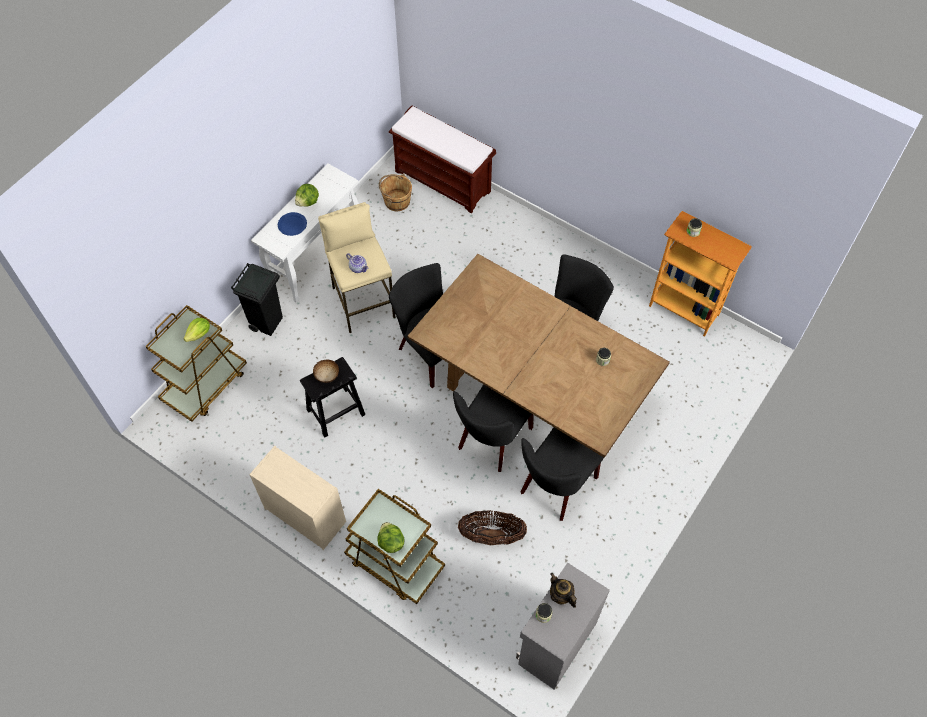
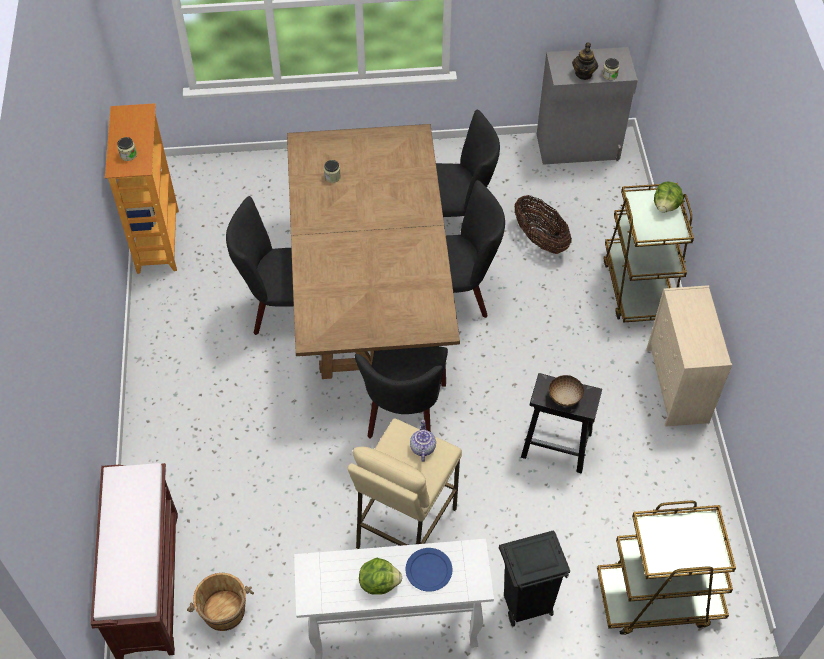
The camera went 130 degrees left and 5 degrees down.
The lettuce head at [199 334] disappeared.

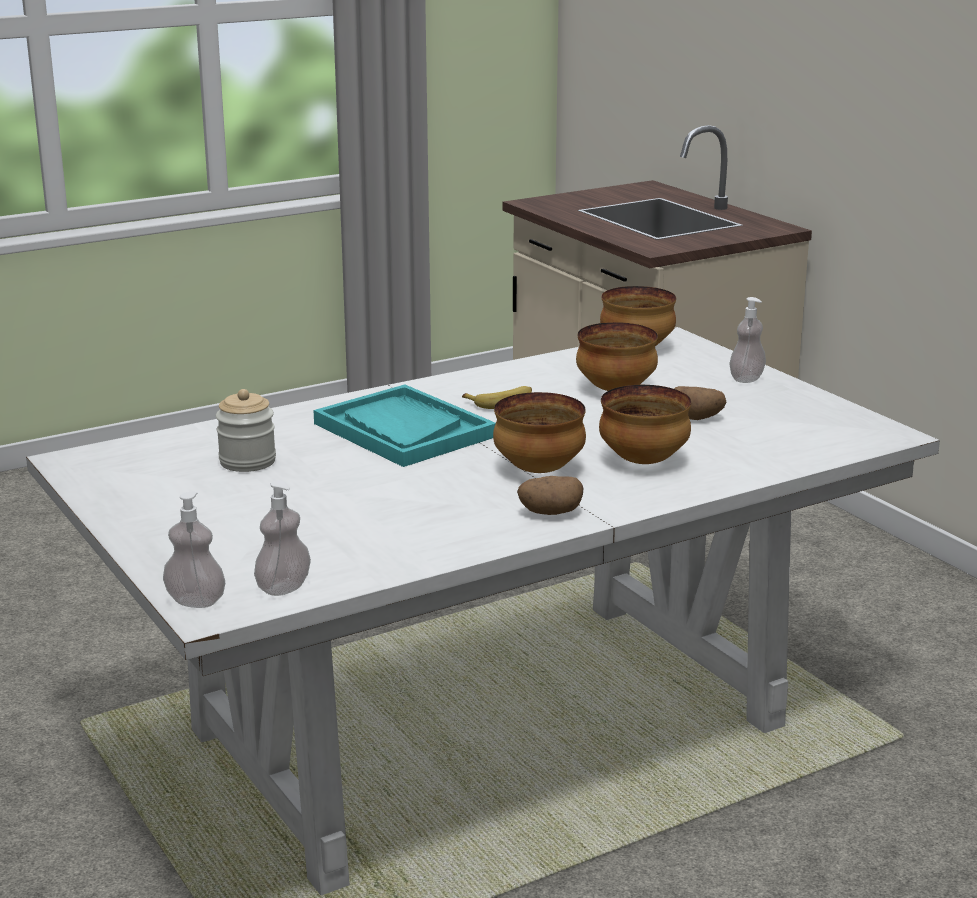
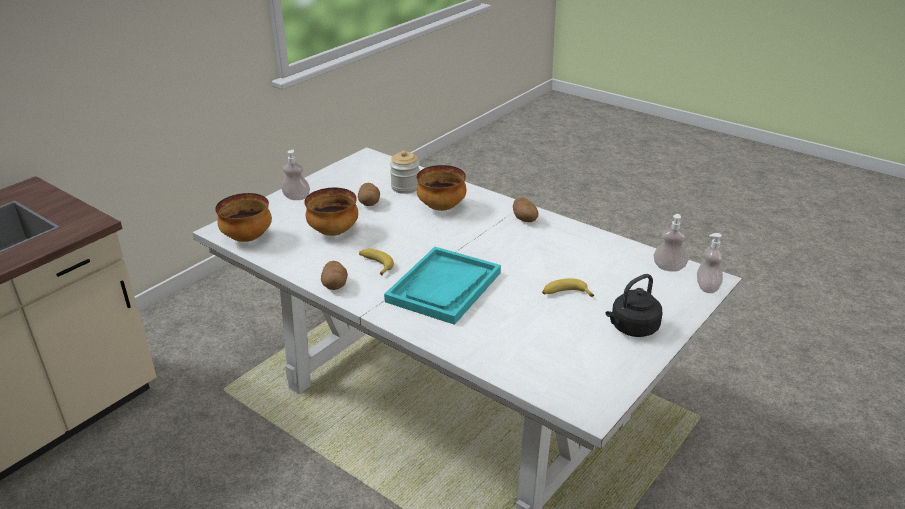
The camera went 110 degrees left and 10 degrees up.
The preserve jar moved from [247 462] to [405 187].
The serving bowl at [537 470] disappeared.
The spud at [335 285] appeared.
The banana at [565 294] appeared.
The black tea kettle at [632 328] appeared.

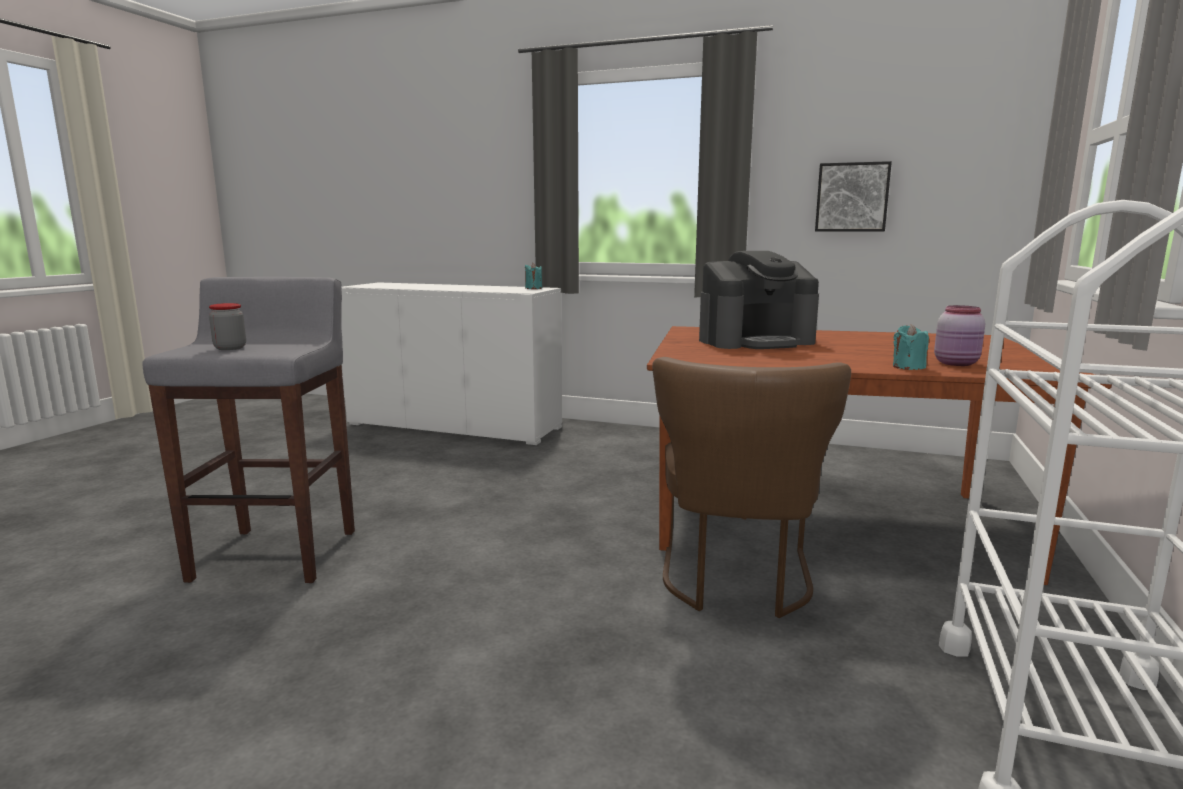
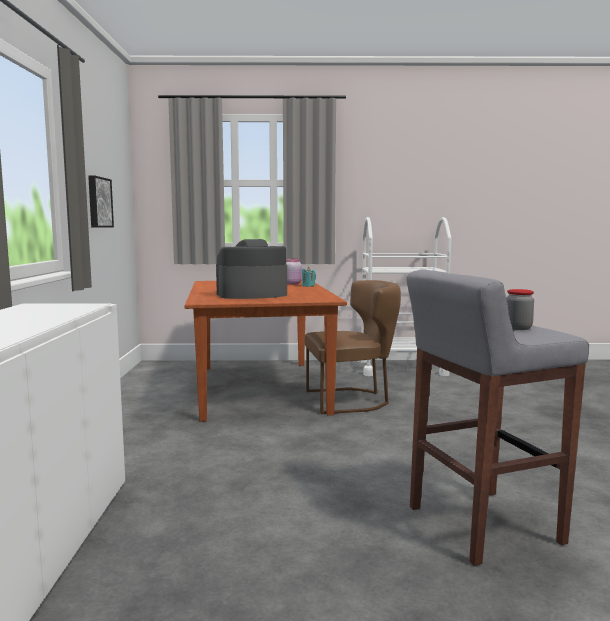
The camera went 110 degrees left and 5 degrees down.
The blue-green candle at [533 288] disappeared.
The coffee brewer at [756 341] turned 75 degrees counterclockwise.

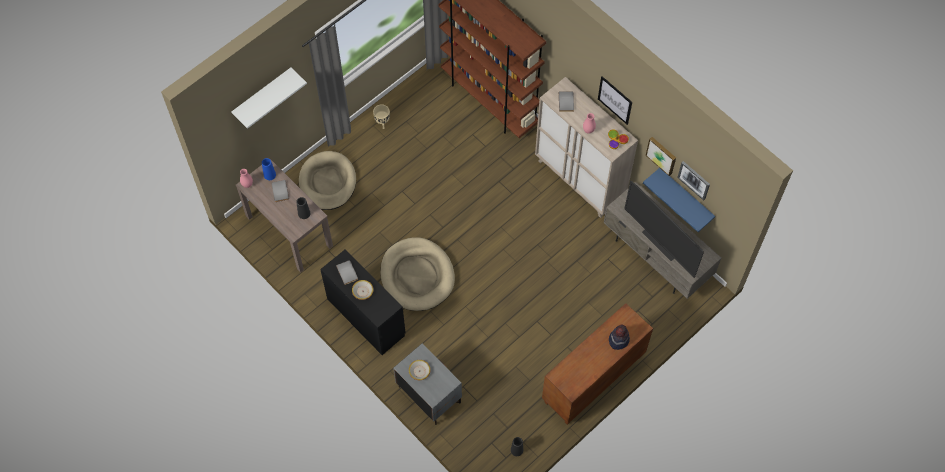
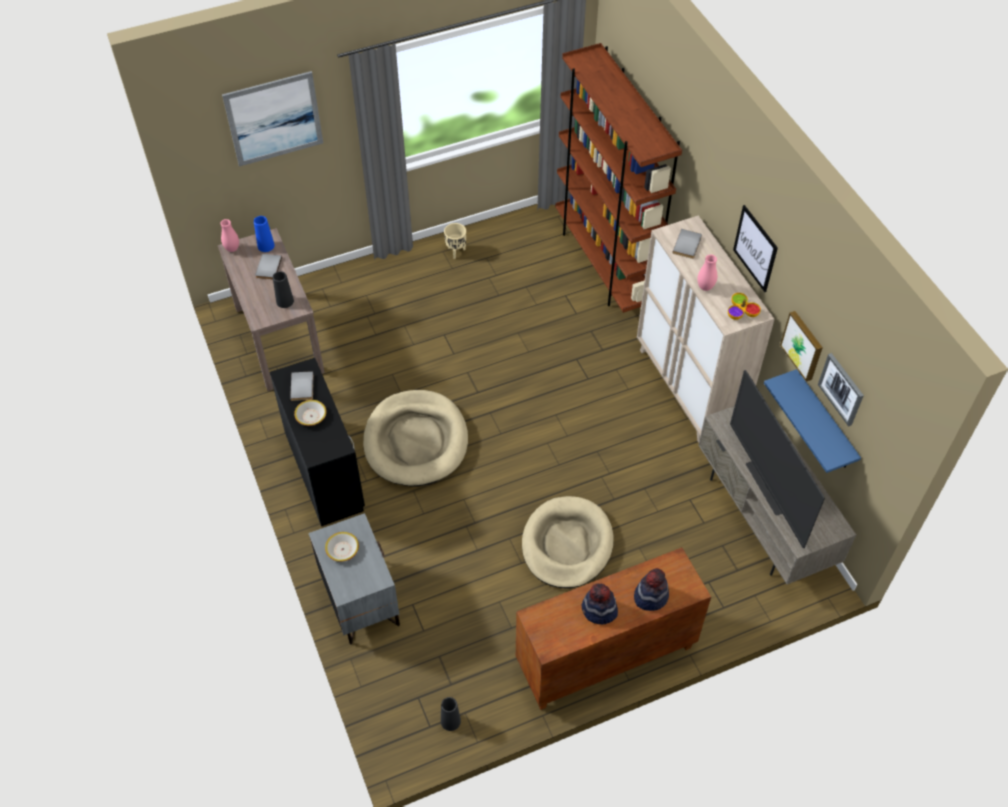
The camera went 20 degrees right and 10 degrees down.
The white-coloured bracket shelf at [262 95] was replaced by the picture at [274 119].
The sand-coloured dog bed moved from [327 182] to [567 544].
The wearable hat at [599 610] appeared.

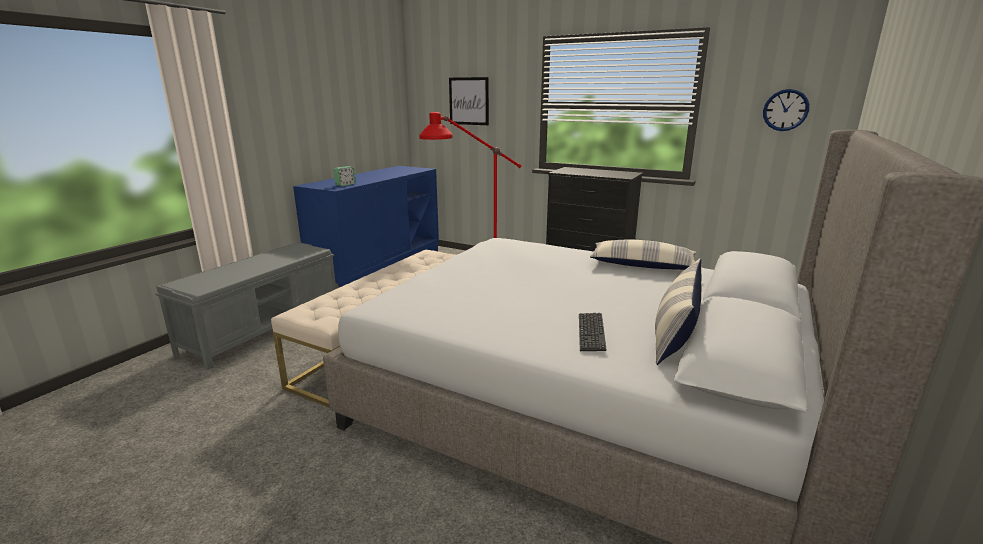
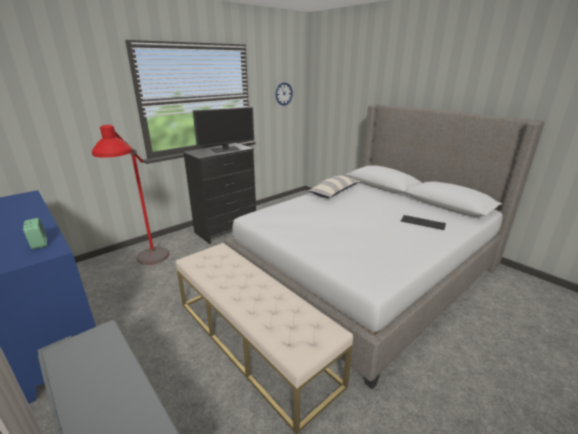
The camera went 70 degrees left and 5 degrees up.
The picture at [469 101] disappeared.
The cushion at [674 335] disappeared.
The computer screen at [226 149] appeared.

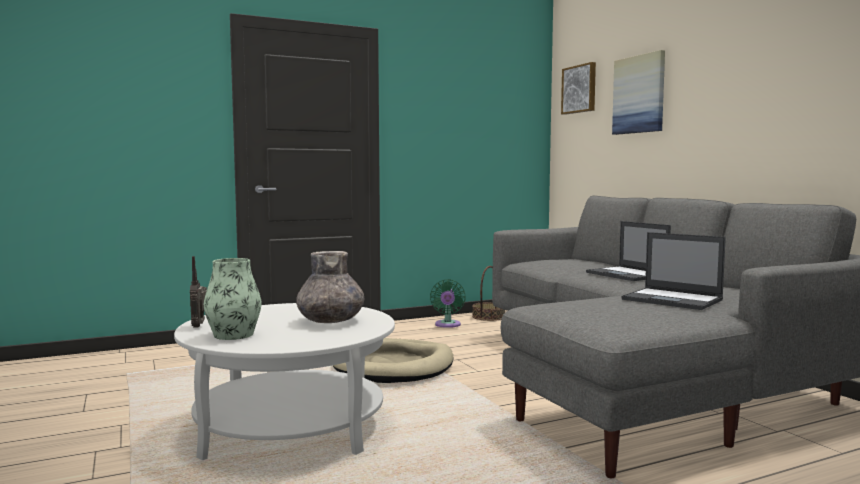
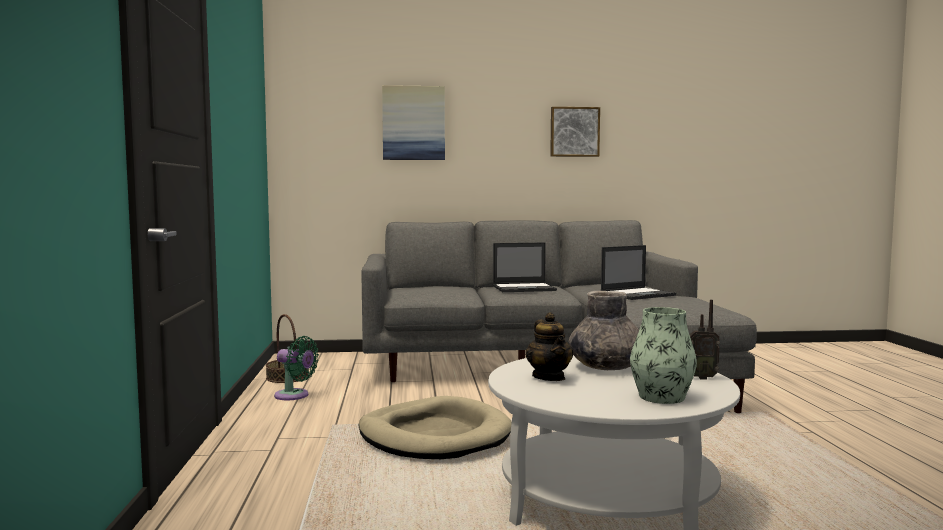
The camera went 70 degrees left and 0 degrees up.
The radio set moved from [200 326] to [700 377].
The picture moved from [580 89] to [574 132].
The pot for tea at [549 377] appeared.

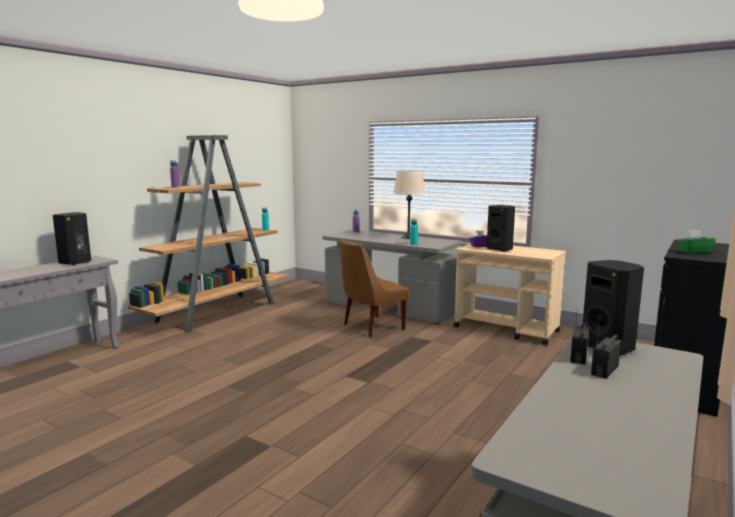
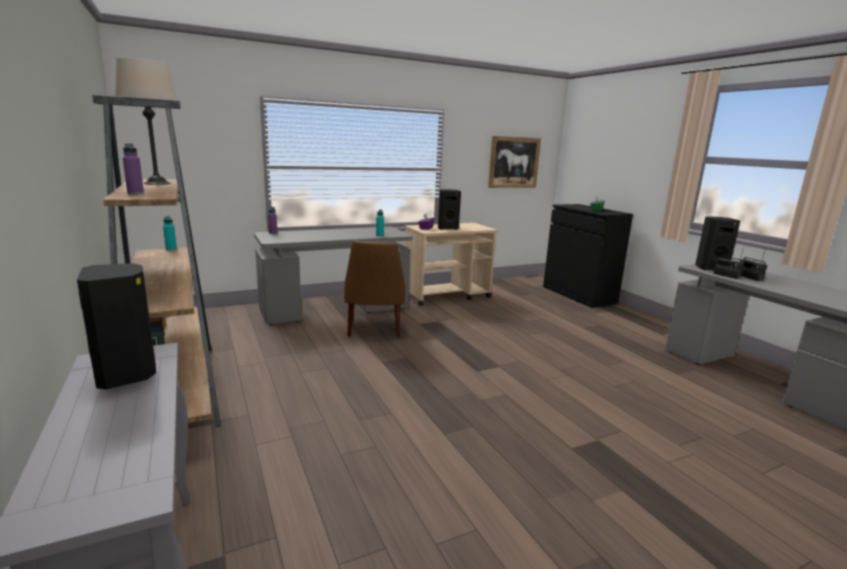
The camera went 60 degrees left and 5 degrees up.
The sand-coloured table lamp moved from [408 237] to [156 183].
The picture at [514 162] appeared.

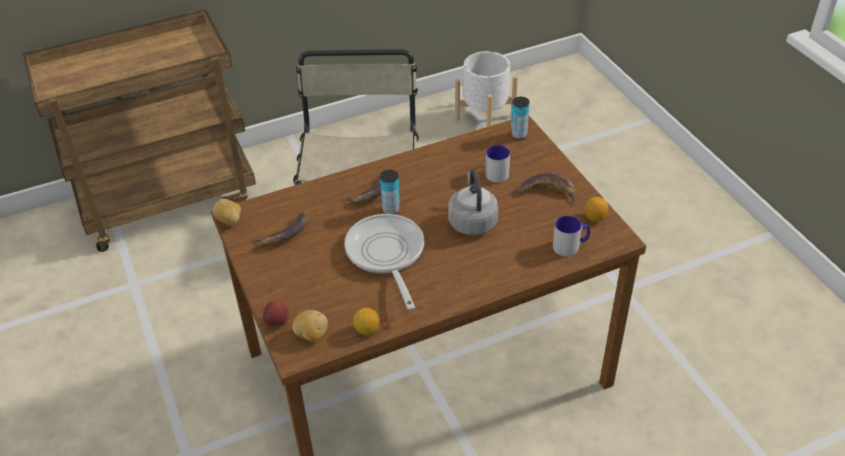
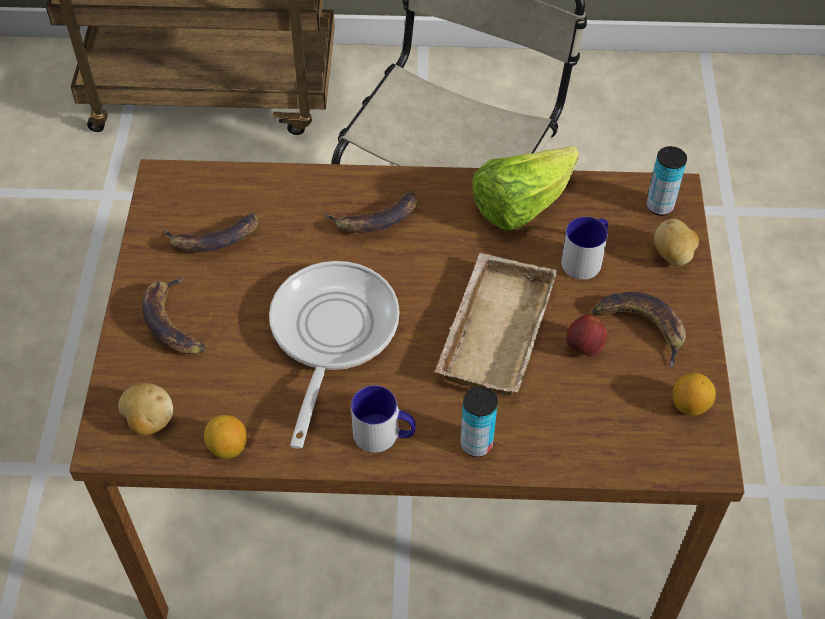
The camera went 25 degrees right and 10 degrees up.
The spud moved from [230 221] to [673 255].
The apple fruit moved from [277 323] to [584 347].
The sealed can moved from [391 210] to [476 444].
The grey tea kettle at [472 221] was replaced by the sand-coloured serving tray at [492 329].
The white-coloured planter at [485 117] disappeared.
The mug moved from [570 246] to [384 435].
The banana at [172 321] appeared.
The lettuce head at [521 205] appeared.

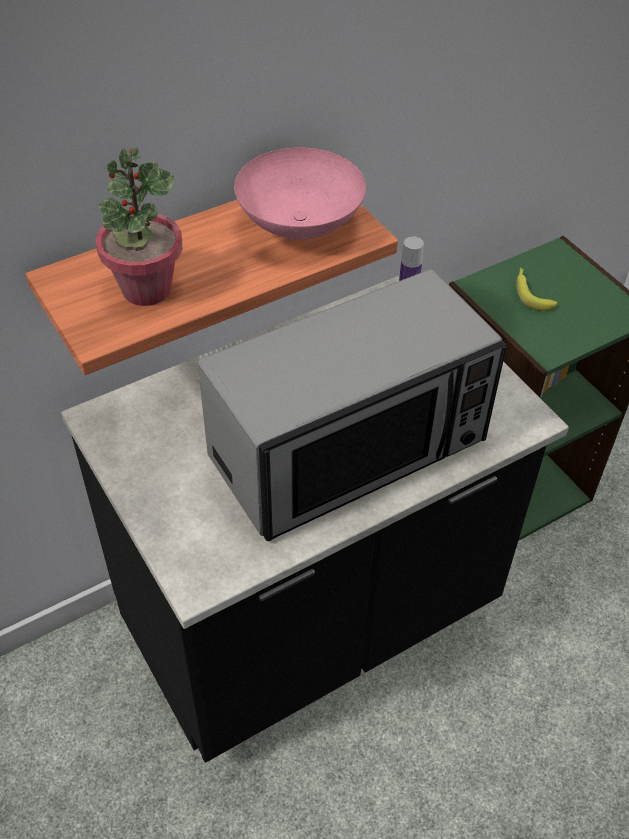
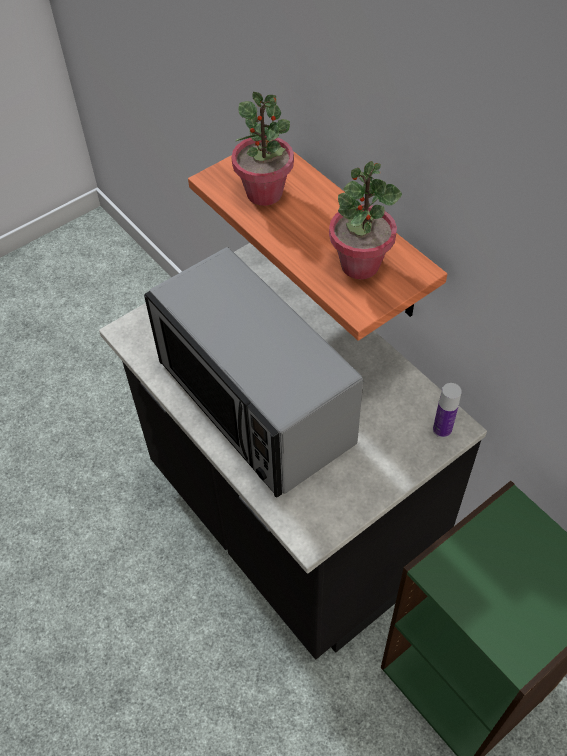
The camera went 85 degrees right and 5 degrees up.
The pink-coloured serving bowl at [297 225] was replaced by the plant in a pot at [360 264].
The banana at [531 293] disappeared.

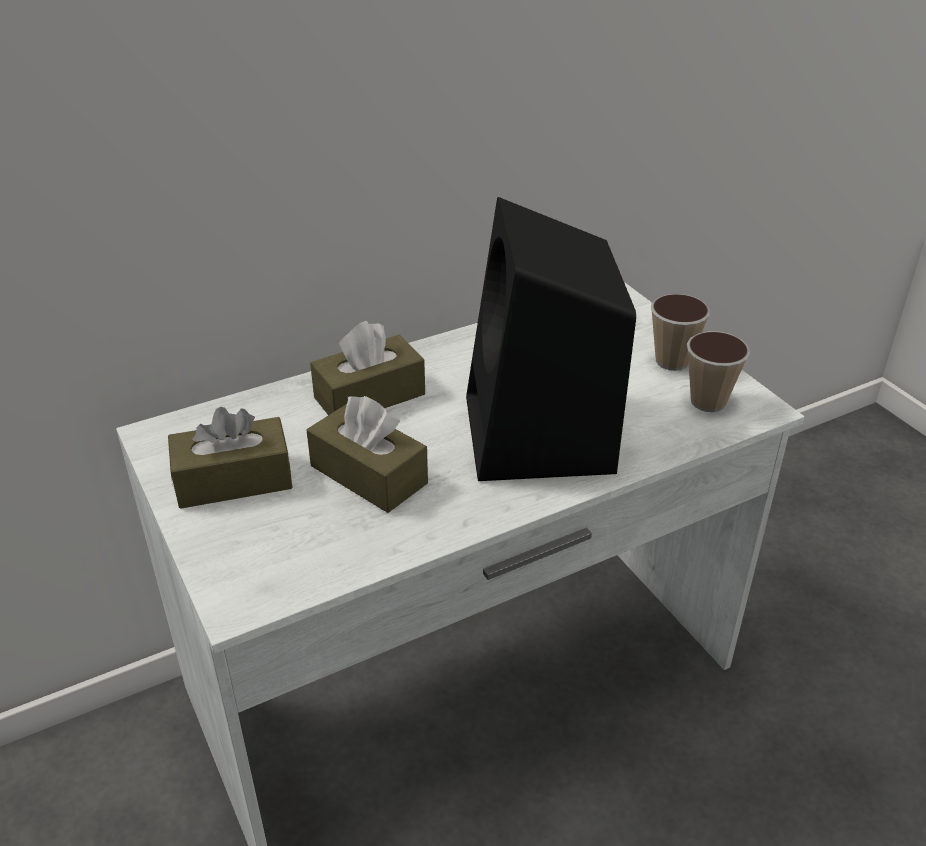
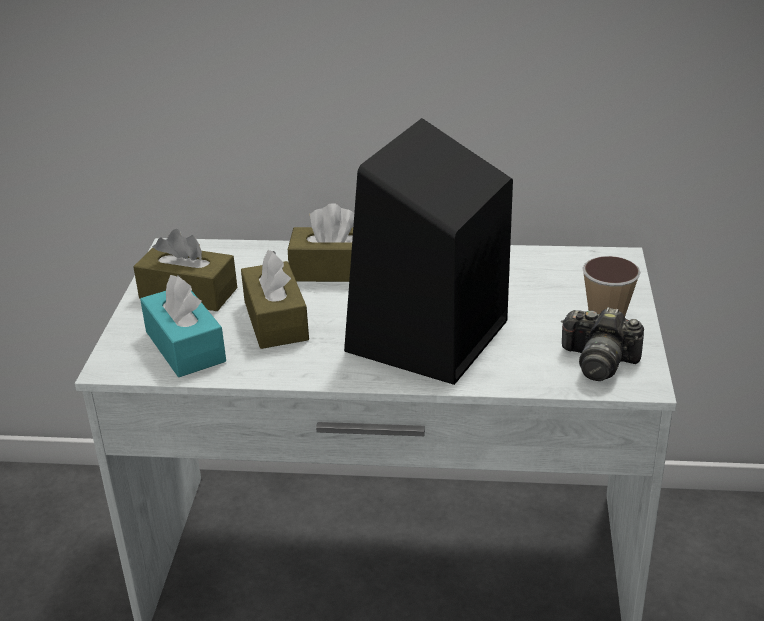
The camera went 35 degrees right and 5 degrees down.
The small cup at [708 401] was replaced by the still camera at [599 361].
The blue-green tissue holder at [185 346] appeared.

